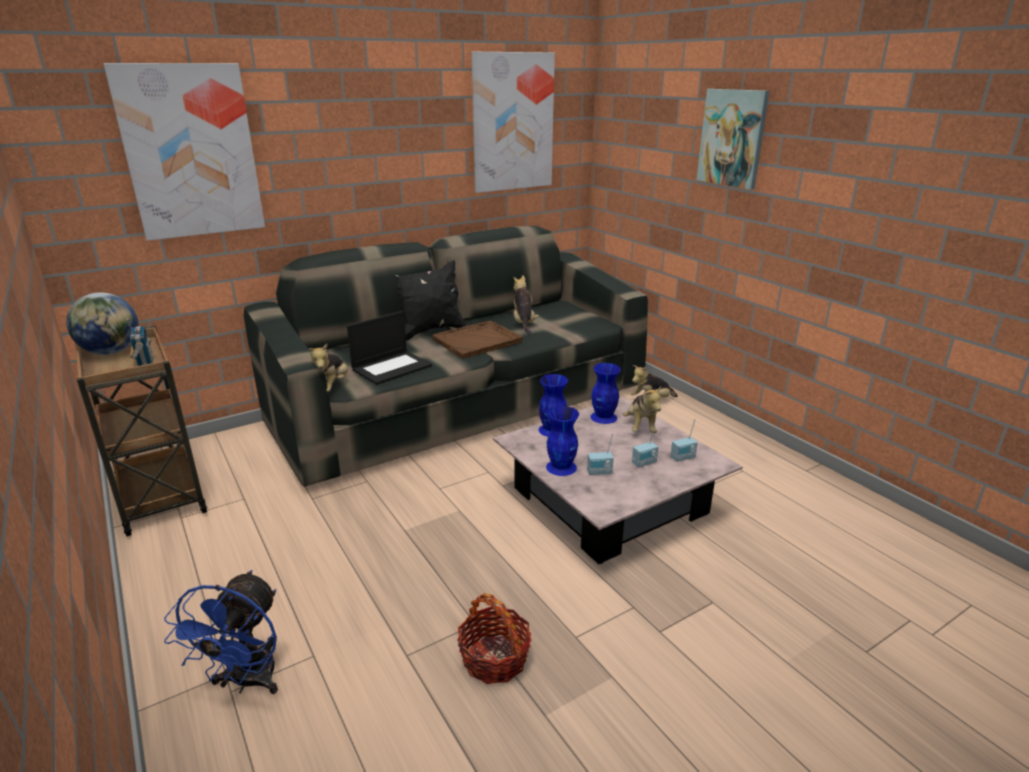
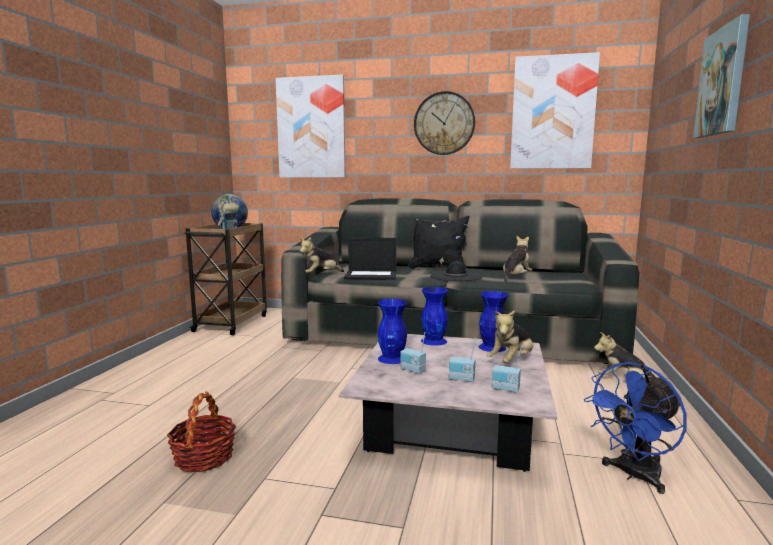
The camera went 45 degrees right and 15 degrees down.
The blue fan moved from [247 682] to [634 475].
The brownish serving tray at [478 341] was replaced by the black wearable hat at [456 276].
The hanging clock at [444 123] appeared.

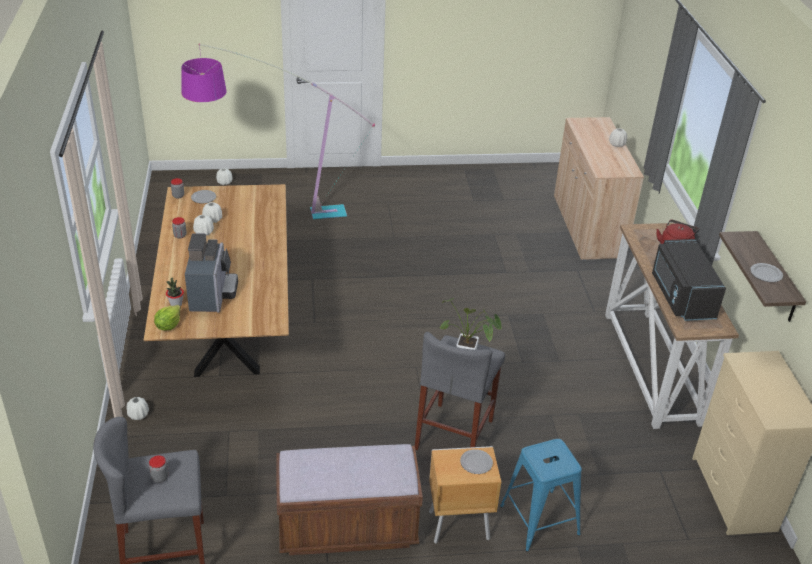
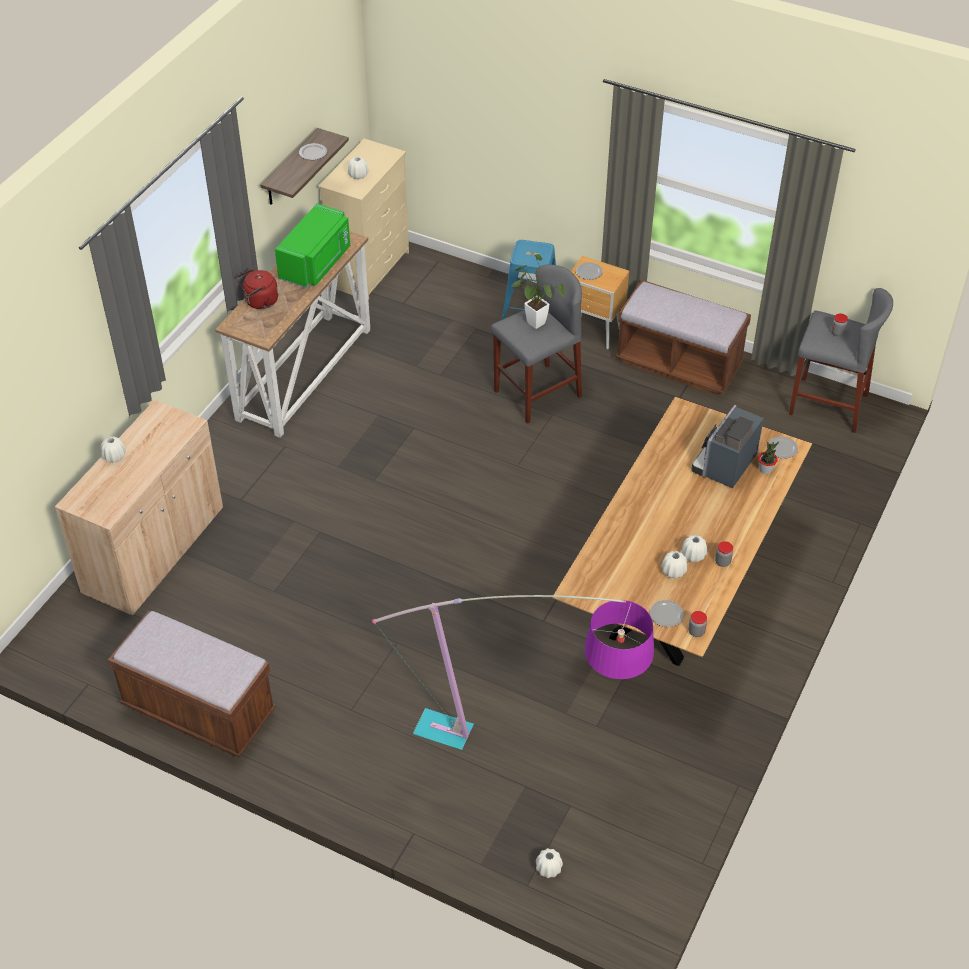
The camera went 145 degrees left and 10 degrees up.
The white-coloured flower vase moved from [138 415] to [358 175].
The lettuce head at [168 325] was replaced by the plate at [782 448].
The black microwave oven at [681 296] became the green microwave oven at [316 263].
The brownish indoor bench at [199 710] appeared.

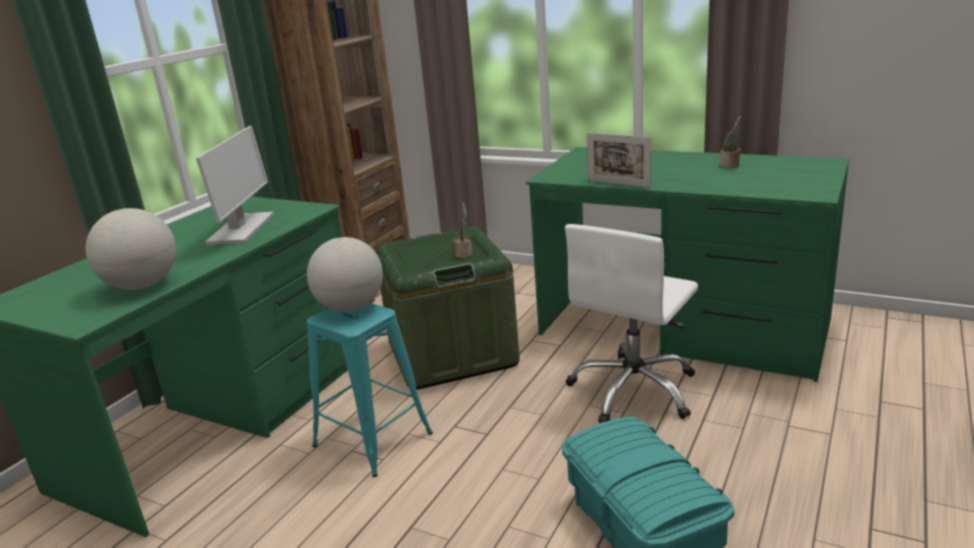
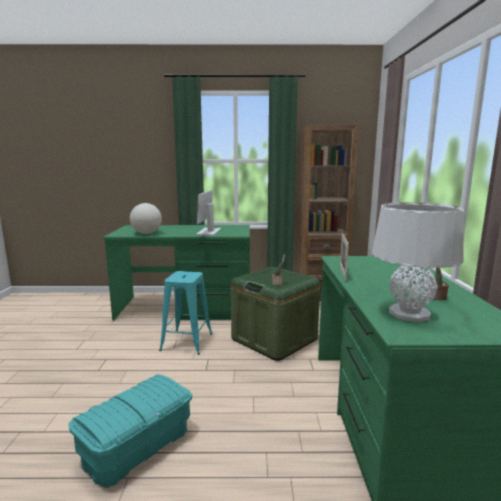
The camera went 60 degrees right and 10 degrees down.
The computer screen at [241 229] turned 120 degrees clockwise.
The globe at [351 307] disappeared.
The white-coloured computer chair at [634 390] disappeared.
The grey table lamp at [409 313] appeared.

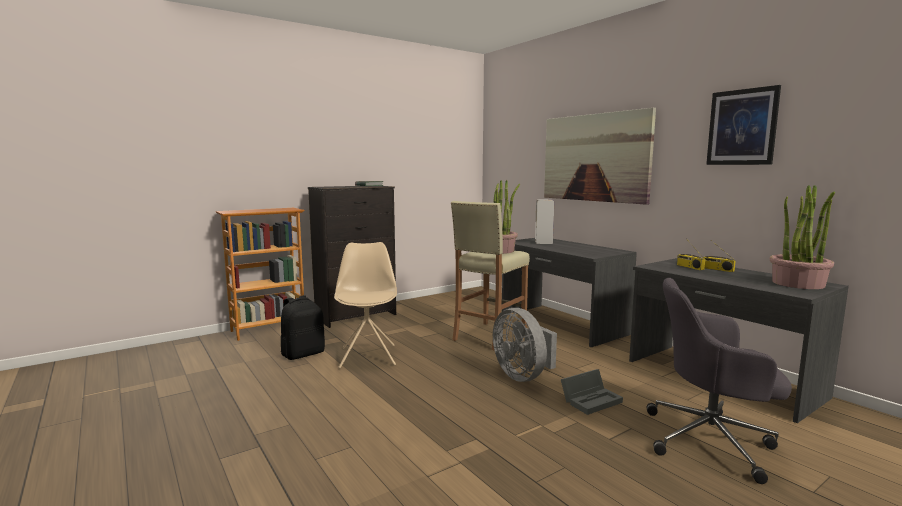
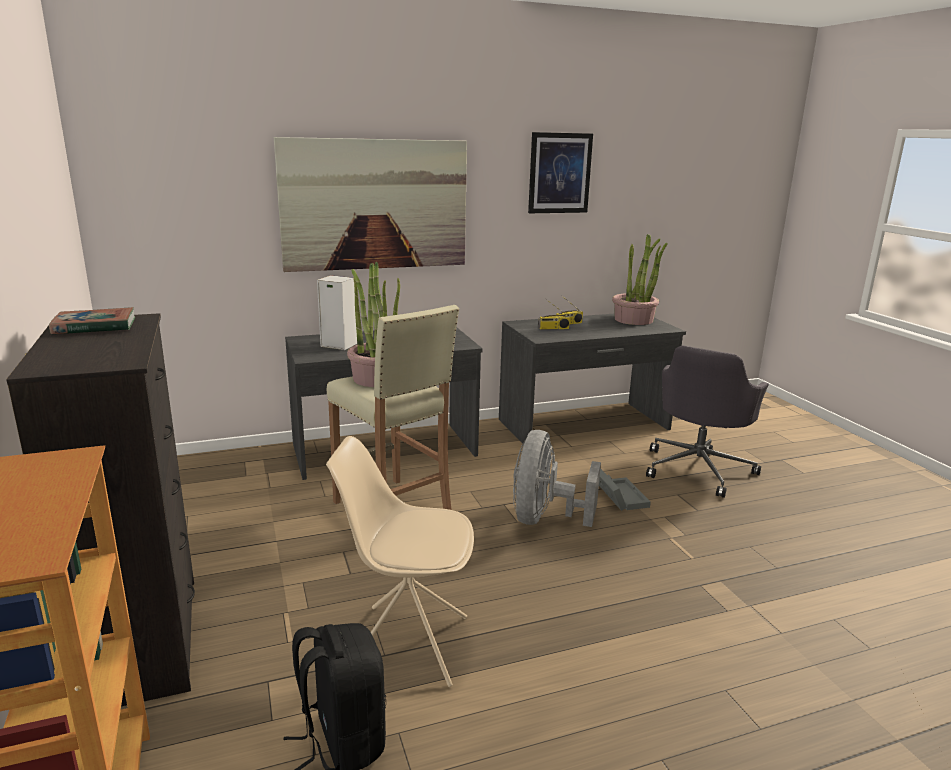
The camera went 75 degrees left and 10 degrees up.
The grey fan at [523 375] turned 120 degrees clockwise.

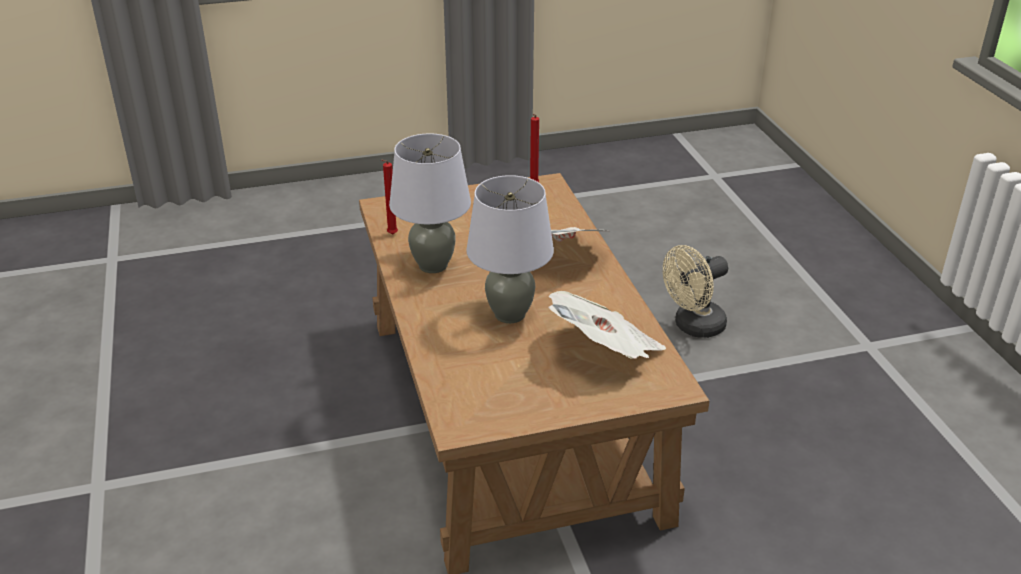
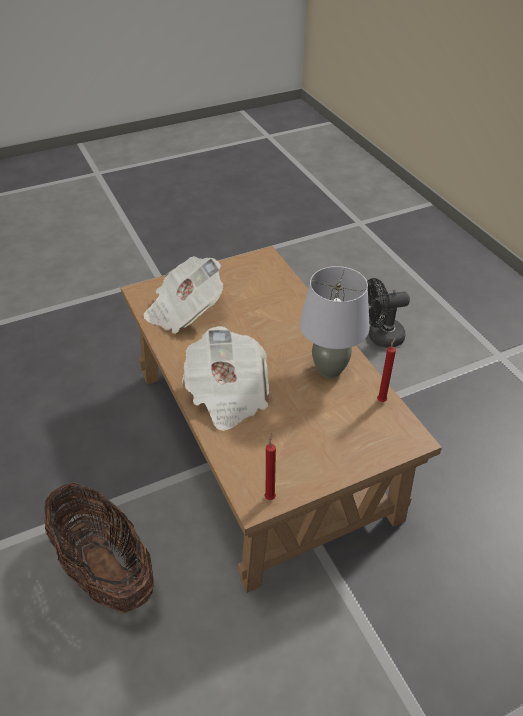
The camera went 170 degrees right and 10 degrees up.
The grey table lamp at [510 314] disappeared.
The sand-coloured fan at [693 327] was replaced by the household basket at [105 569].
The black fan at [380 337] appeared.

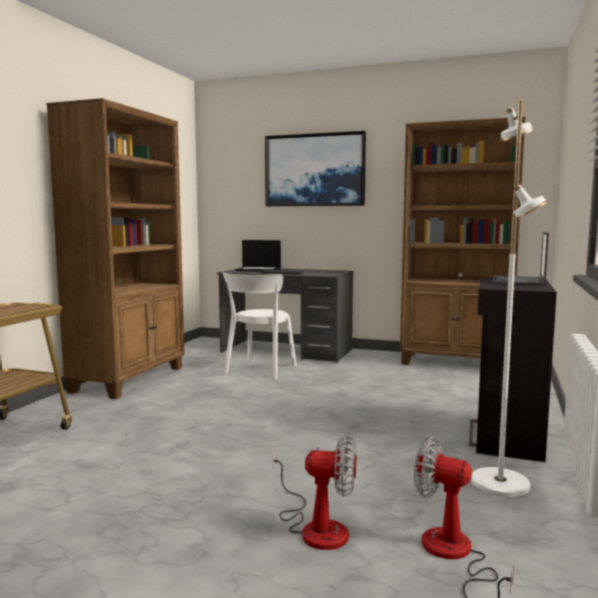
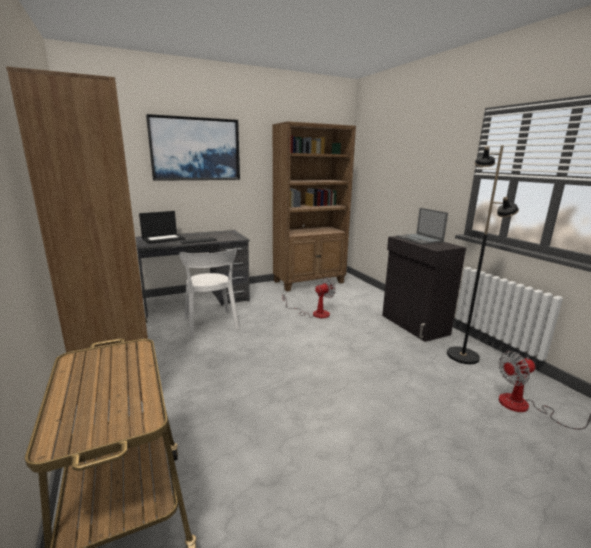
The camera went 45 degrees left and 10 degrees up.
The fan moved from [316 527] to [314 313].
The white-coloured floor lamp at [501 483] became the black floor lamp at [462 355].

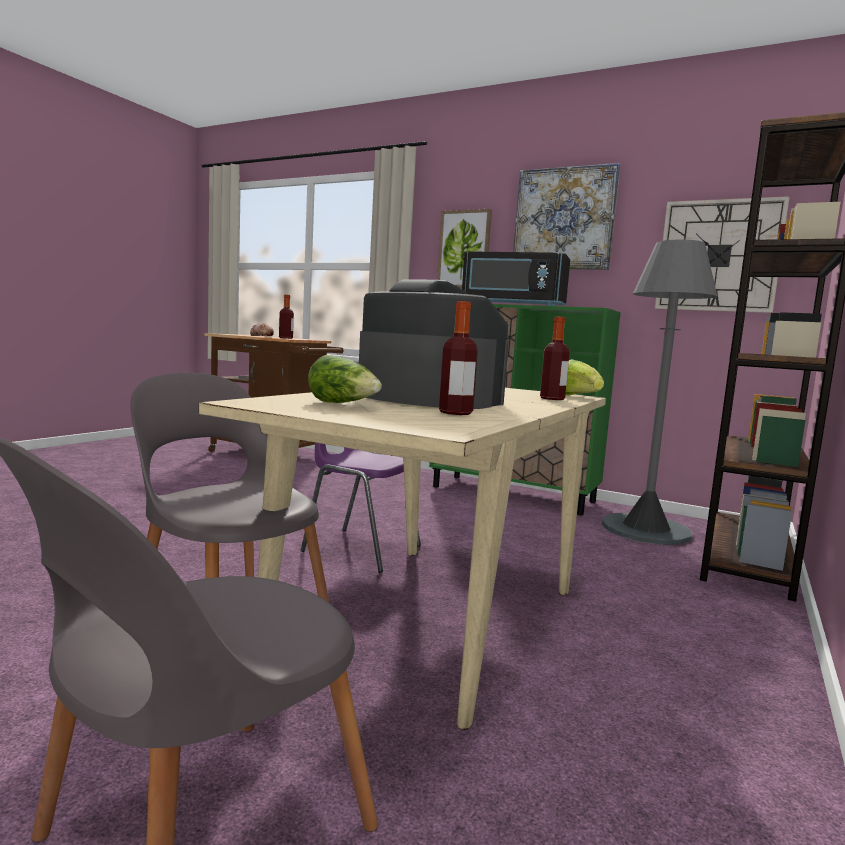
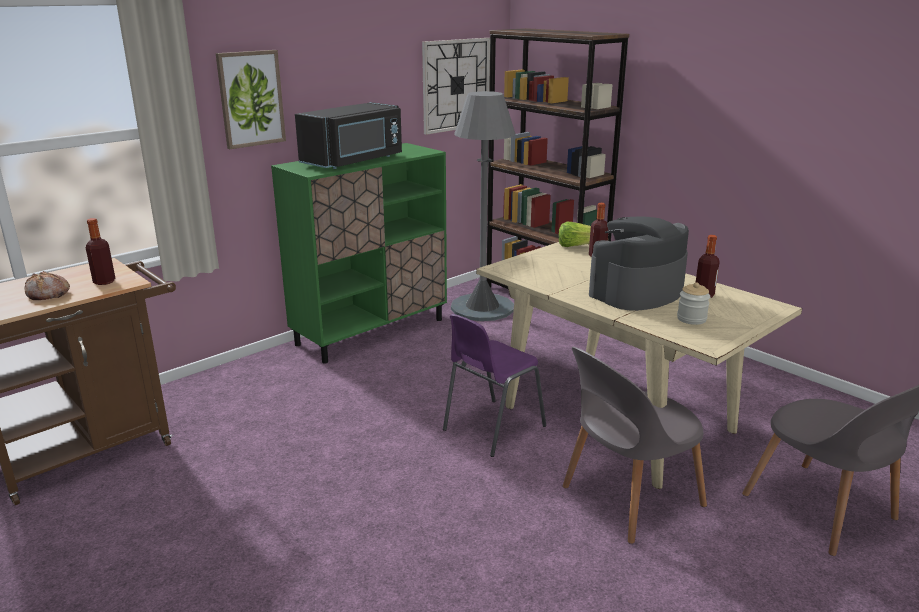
The camera went 70 degrees left and 15 degrees up.
The lettuce head at [344 404] was replaced by the preserve jar at [691 319].
The picture at [564 219] disappeared.

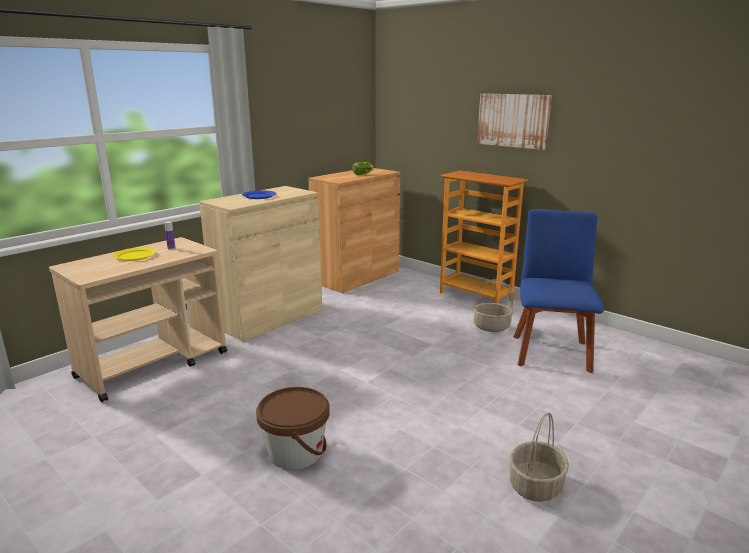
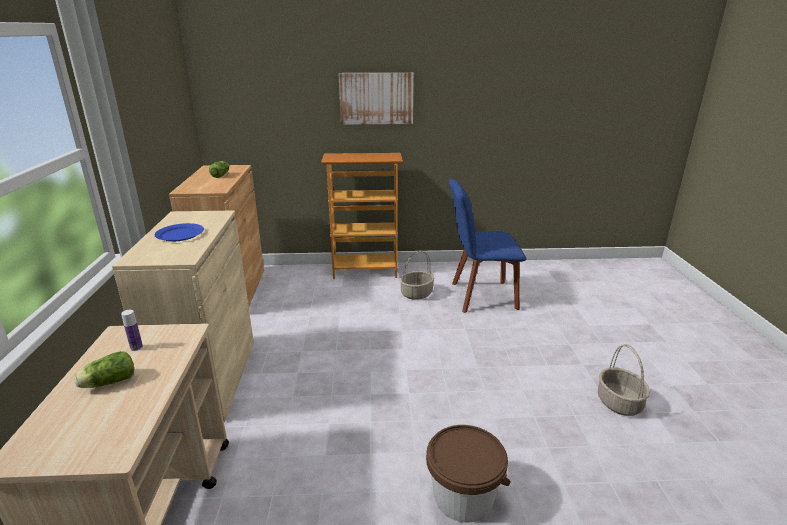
The camera went 45 degrees left and 5 degrees up.
The yellow-coloured plate at [135 256] was replaced by the lettuce head at [107 383].
The blue plain chair at [551 351] turned 60 degrees counterclockwise.

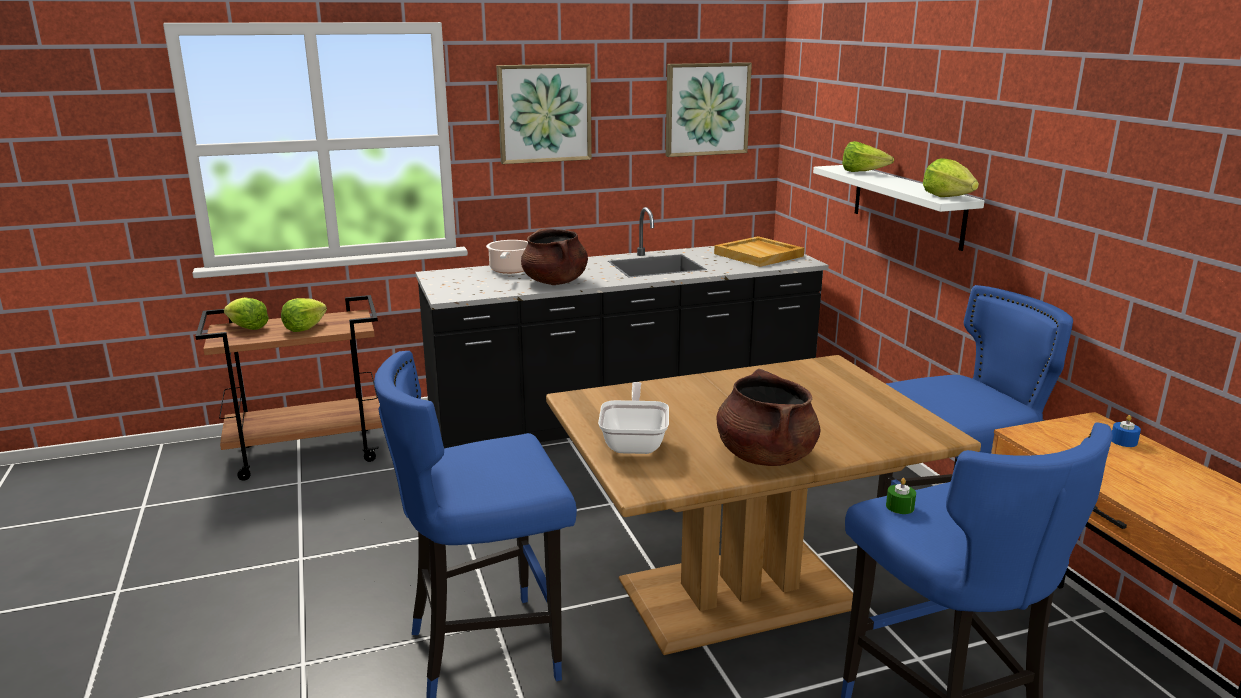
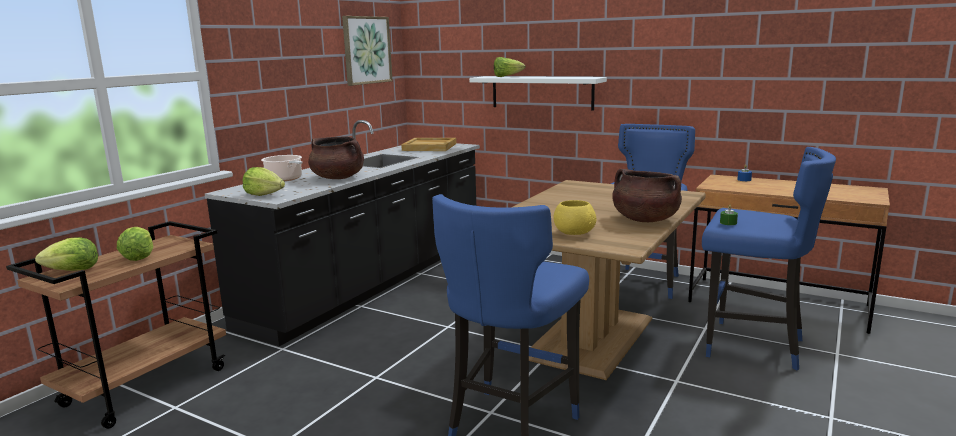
The camera went 40 degrees left and 5 degrees down.
The picture at [544 113] disappeared.
The frying pan at [635 442] was replaced by the yellow-coloured serving bowl at [573 233].
The lettuce head moved from [947 196] to [264 194].

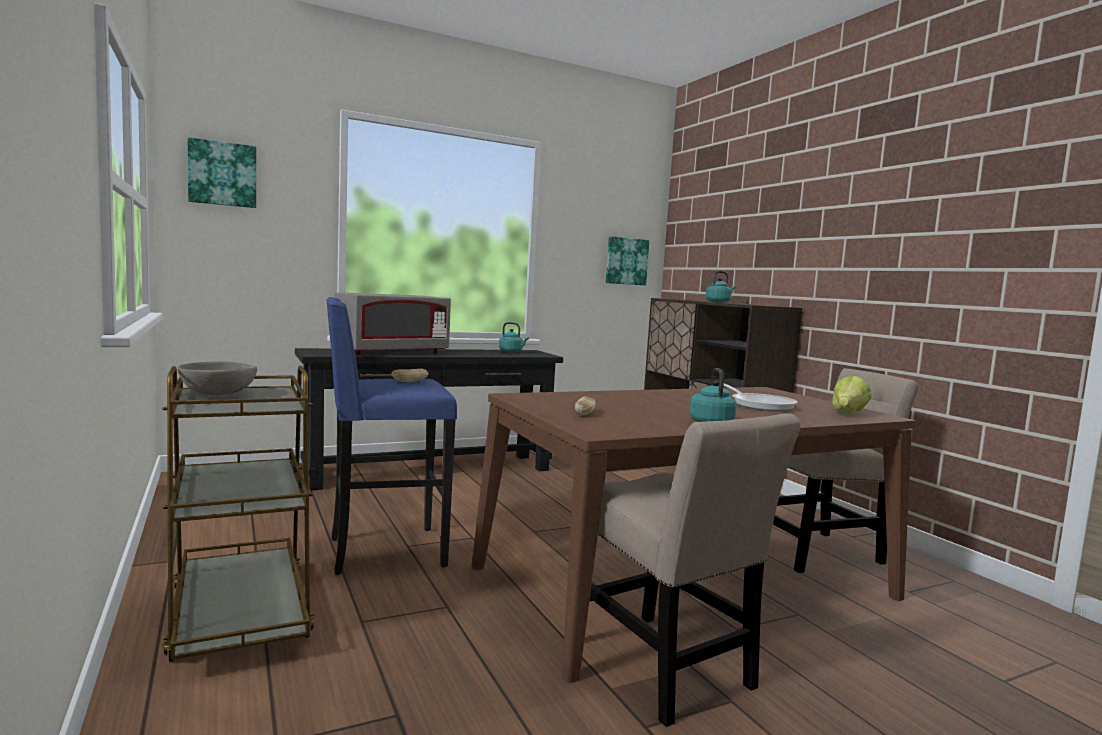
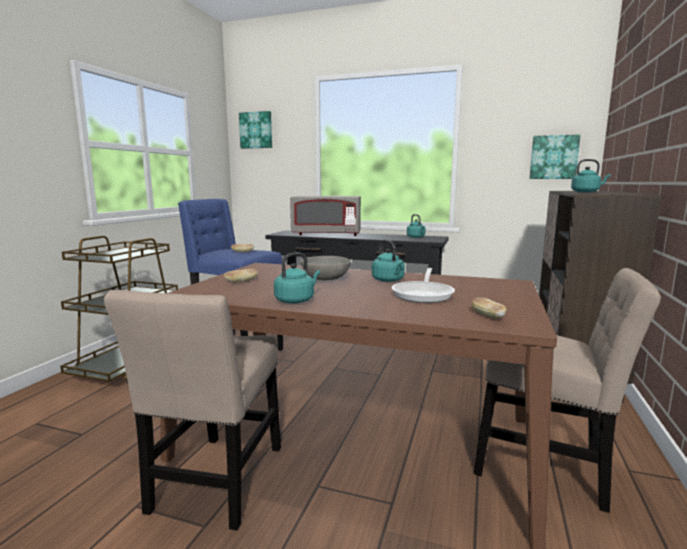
The camera went 45 degrees right and 5 degrees up.
The grey serving bowl moved from [219 393] to [326 279].
The lettuce head at [848 414] was replaced by the bakery bread at [487 316].
The blue-green tea kettle at [389 280] appeared.

